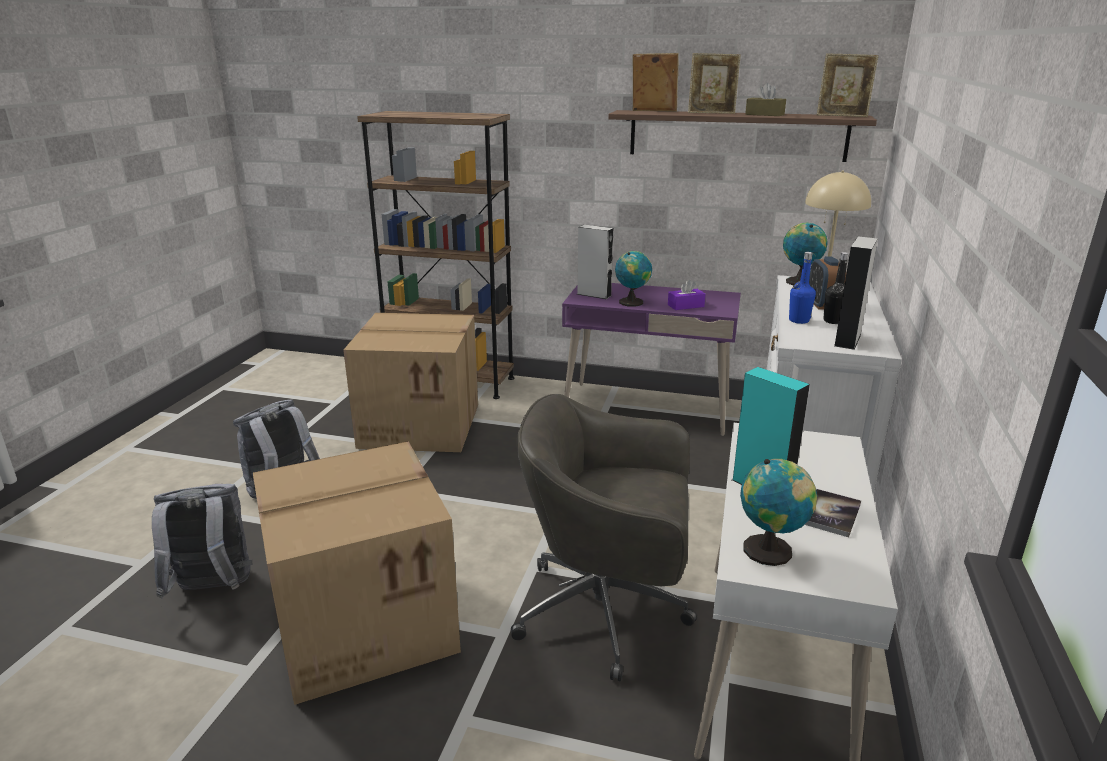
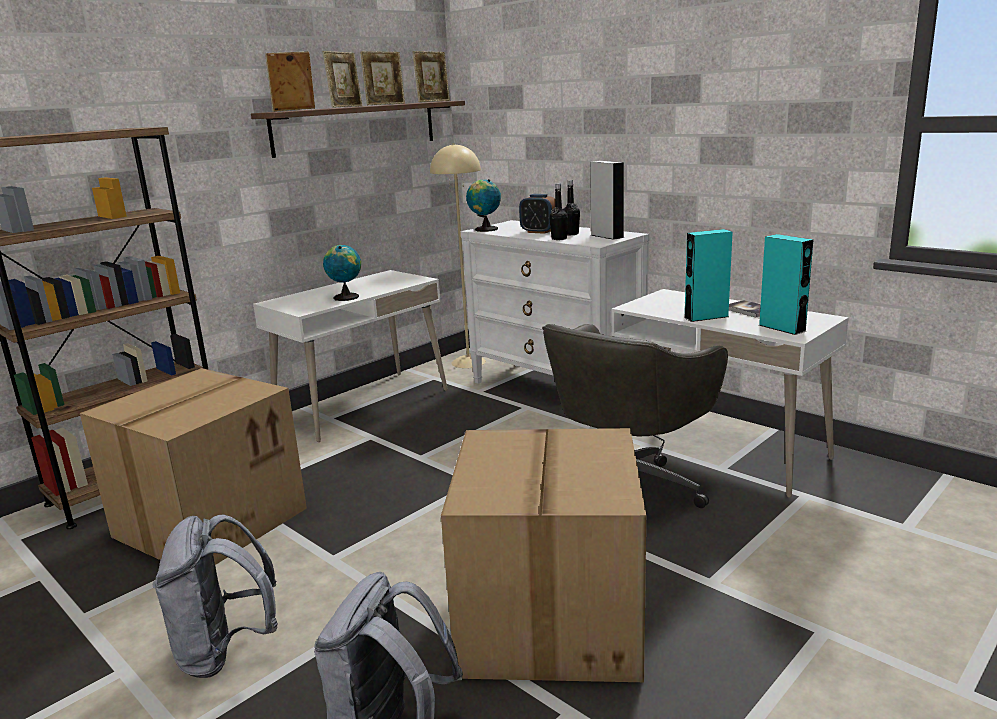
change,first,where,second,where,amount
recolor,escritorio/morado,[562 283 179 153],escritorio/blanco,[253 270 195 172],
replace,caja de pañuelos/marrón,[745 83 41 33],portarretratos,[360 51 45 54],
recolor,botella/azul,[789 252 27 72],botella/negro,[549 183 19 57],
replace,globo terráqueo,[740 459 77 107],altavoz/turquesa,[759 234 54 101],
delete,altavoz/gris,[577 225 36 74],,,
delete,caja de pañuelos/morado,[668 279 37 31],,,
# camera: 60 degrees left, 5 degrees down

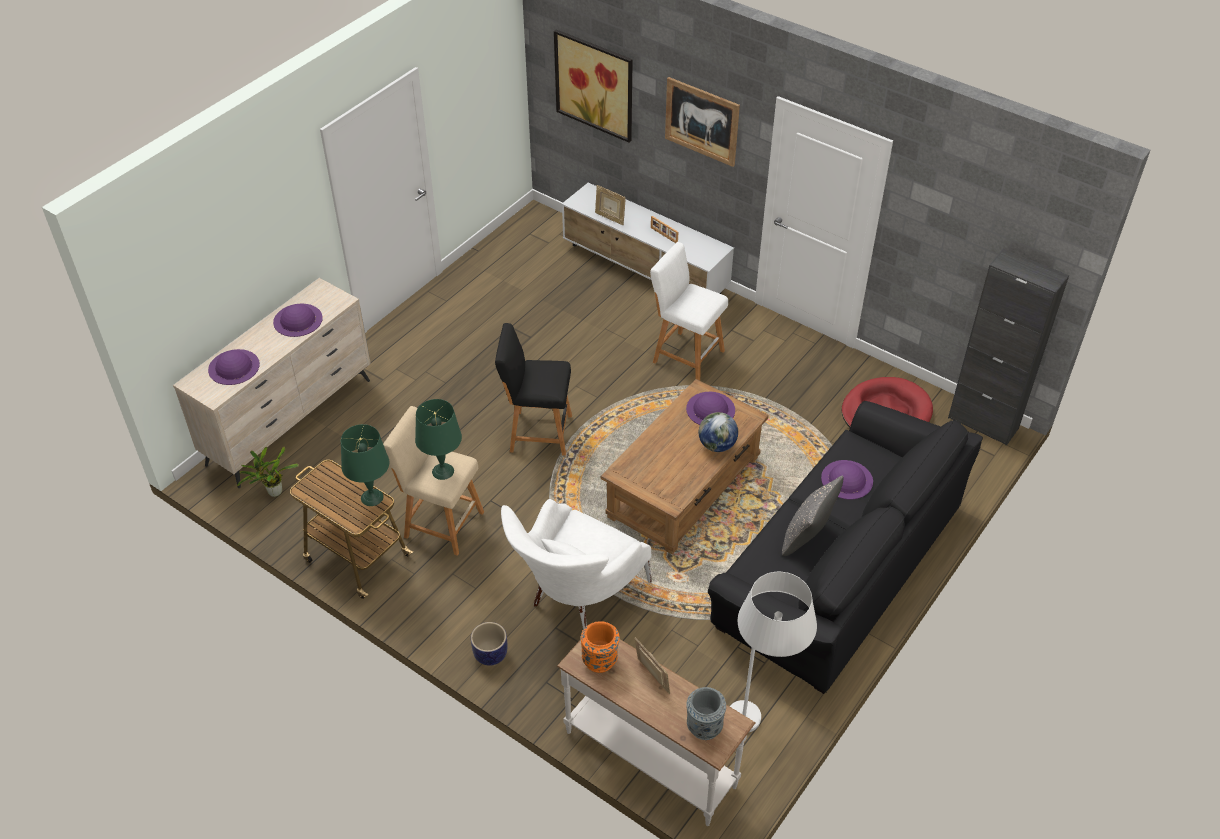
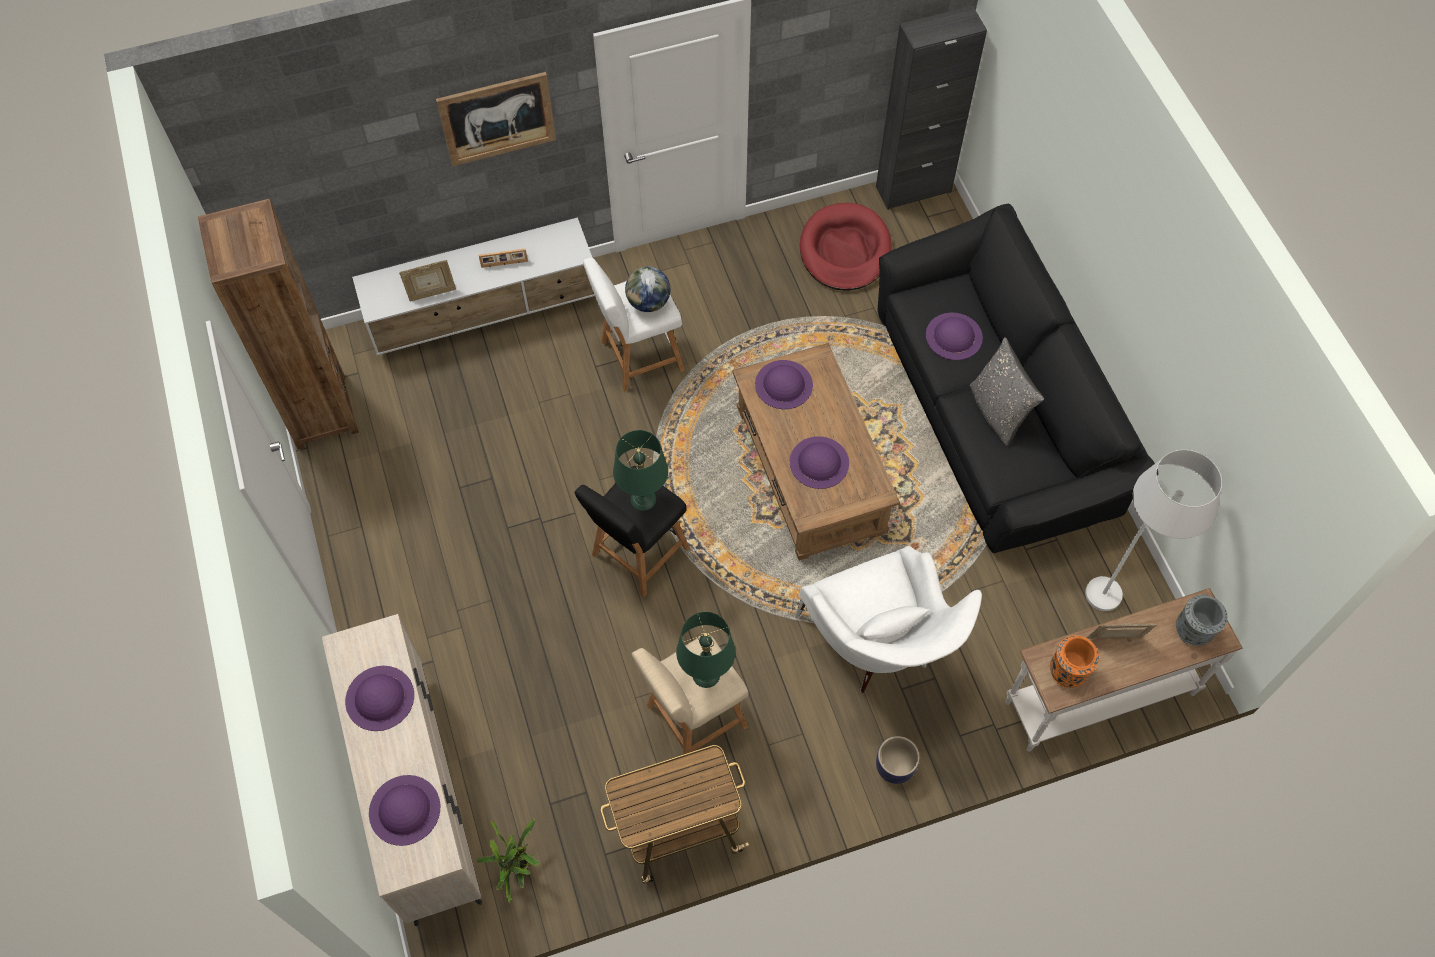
change,first,where,second,where,amount
insert,,,estantería/marrón,[198 199 161 250],
move,lámpara de mesa/verde,[341 424 48 82],,[613 430 55 81],
move,globo terráqueo,[699 412 39 40],,[625 266 45 46],
insert,,,sombrero/morado,[790 436 59 53],
delete,cuadro,[554 29 79 113],,,
# camera: 55 degrees left, 15 degrees up

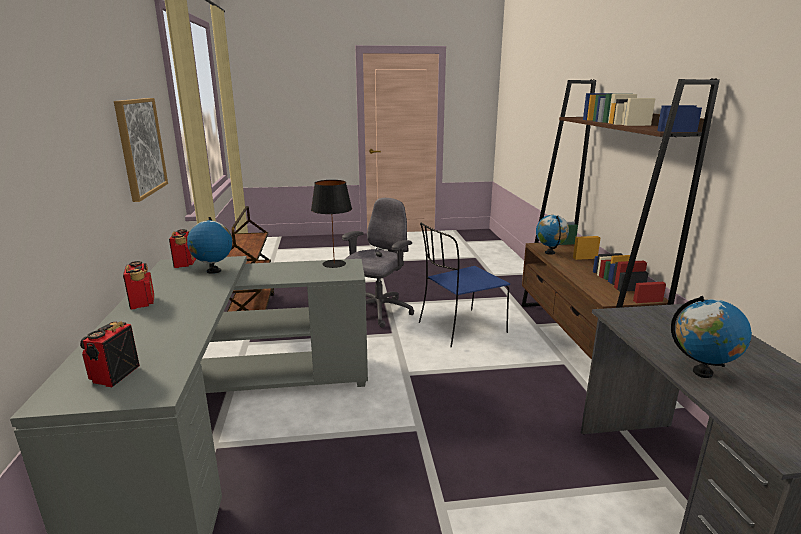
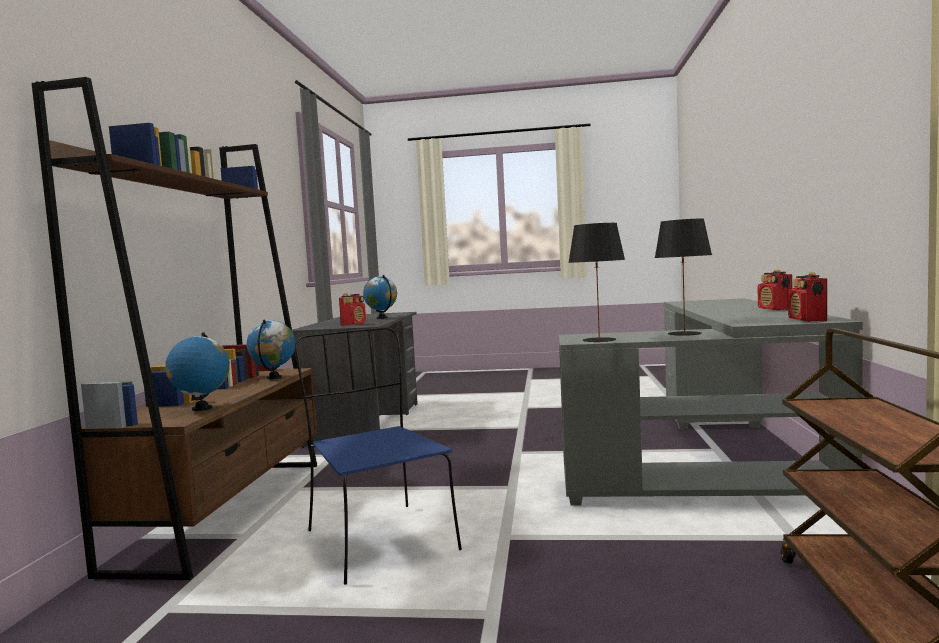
change,first,where,second,where,amount
move,globo terráqueo,[187 217 46 57],,[247 319 49 60],
rotate,silla/azul,[419 223 91 124],,[295 327 167 258],105 degrees counterclockwise
move,radio,[80 321 60 66],,[339 293 27 33],
insert,,,lámpara de mesa/negro,[655 219 57 117],
delete,cuadro,[114 98 54 104],,,
delete,silla de oficina/gris,[342 198 72 130],,,
# camera: 165 degrees left, 15 degrees down

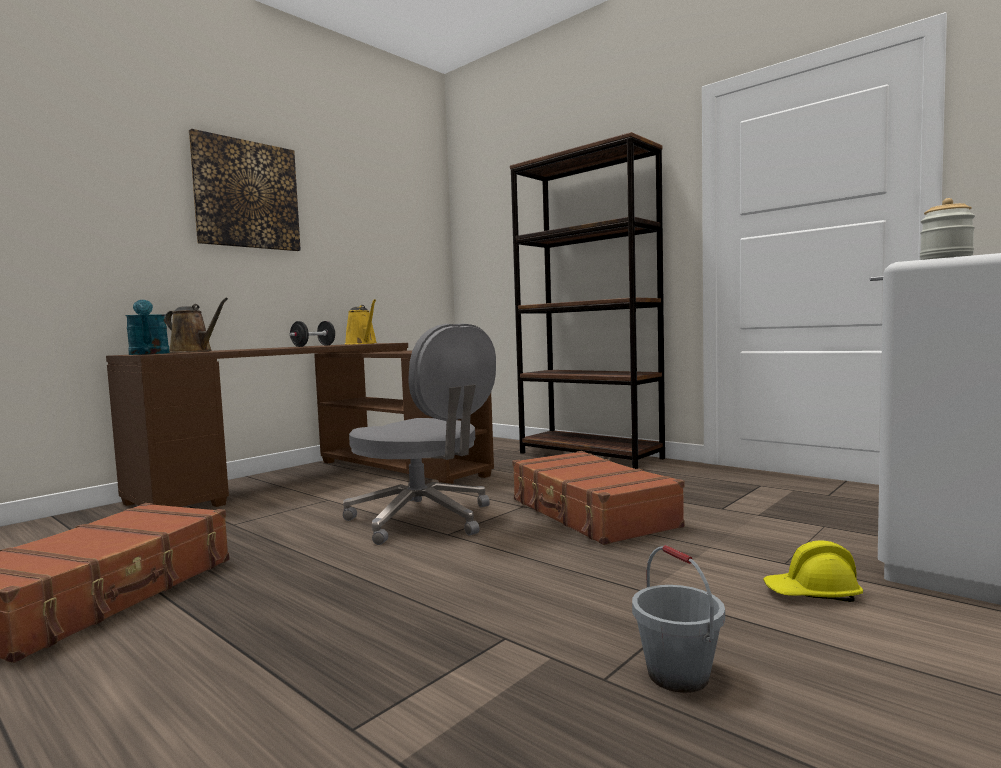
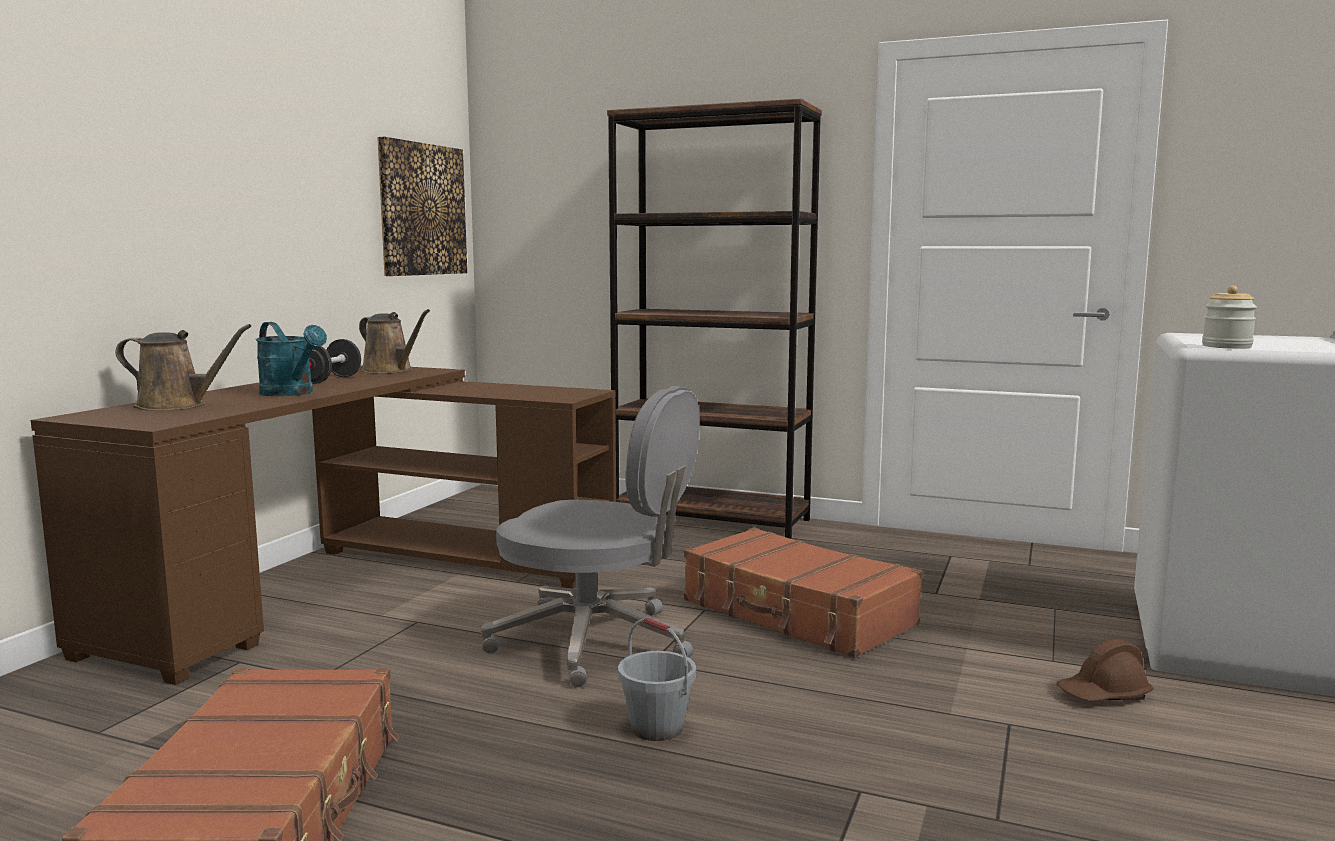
change,first,where,second,where,amount
move,regadera/turquesa,[125 300 45 55],,[255 322 72 74],
recolor,regadera/amarillo,[345 299 32 45],regadera/marrón,[359 309 71 65],
move,cuadro,[189 129 112 122],,[377 137 90 139],
move,cubo/gris,[632 545 93 148],,[618 617 78 124],
recolor,casco/amarillo,[763 540 100 62],casco/marrón,[1057 639 97 62],
# camera: 20 degrees left, 5 degrees up

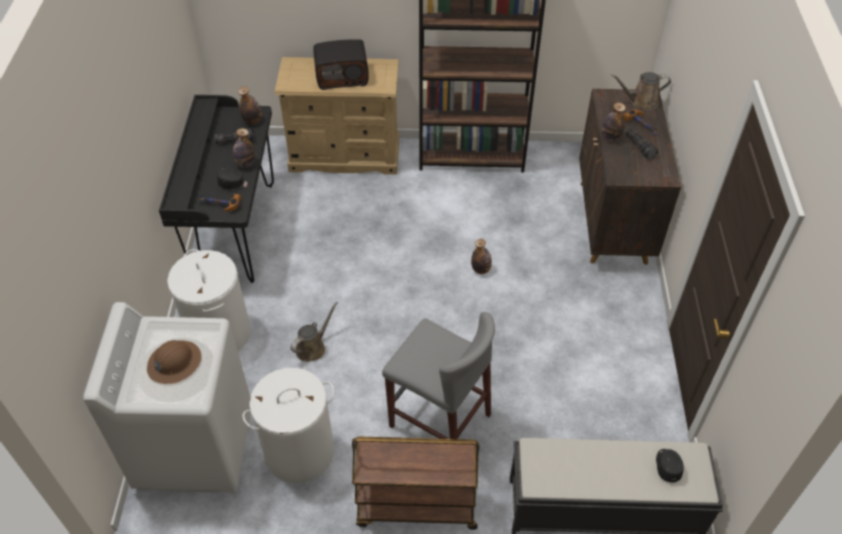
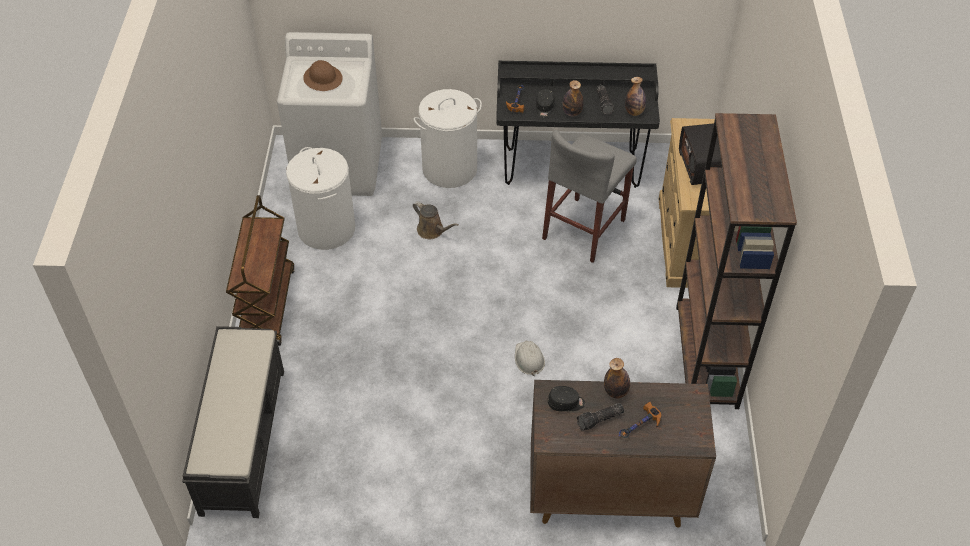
change,first,where,second,where,amount
replace,botella,[471 239 21 35],casco/blanco,[515 341 30 35],
move,taburete/gris,[382 312 113 127],,[542 130 95 133],
move,gorra/negro,[656 449 28 34],,[548 386 37 25],
delete,regadera/marrón,[611 72 60 38],,,
# camera: 90 degrees right, 0 degrees up

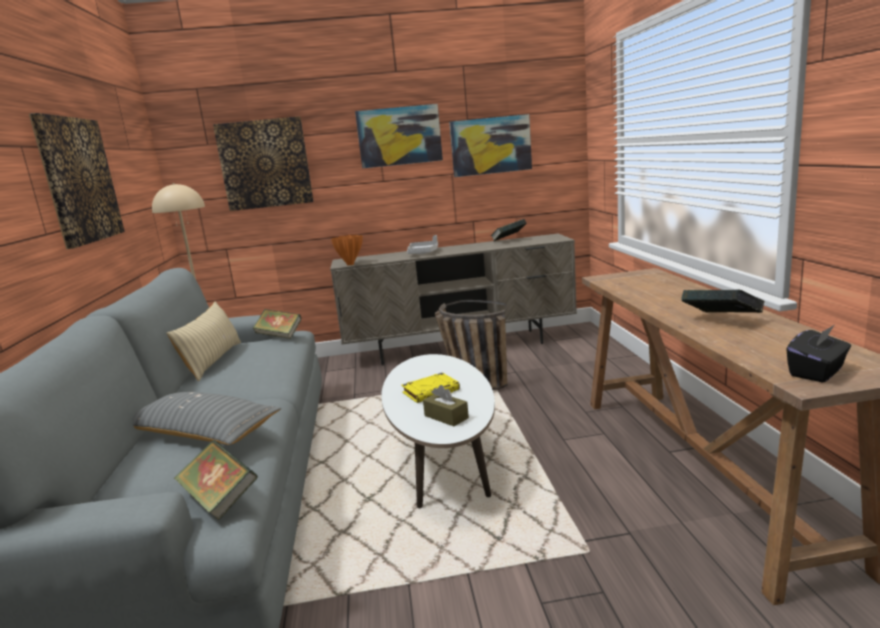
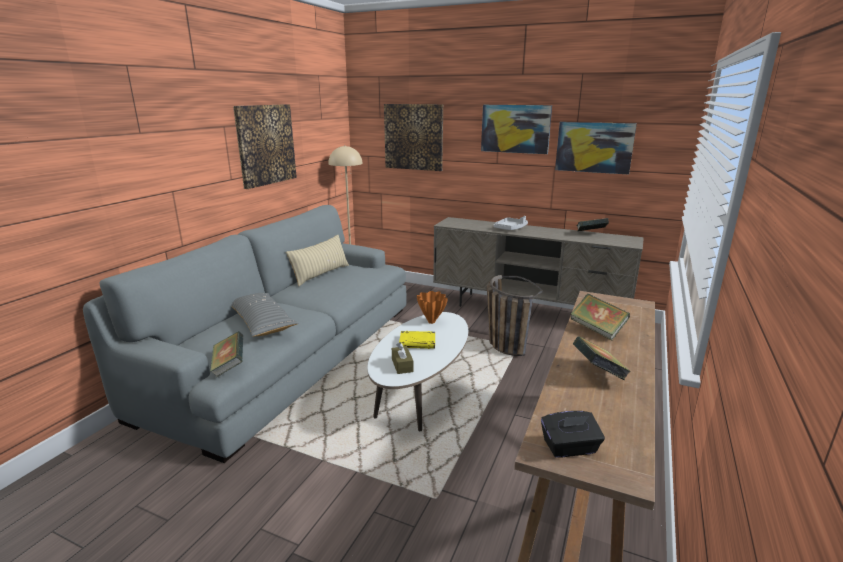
change,first,where,second,where,amount
move,florero/naranja,[331 235 32 30],,[417 291 31 33],
move,libro,[253 309 49 30],,[570 294 60 46],
# camera: 30 degrees right, 5 degrees up

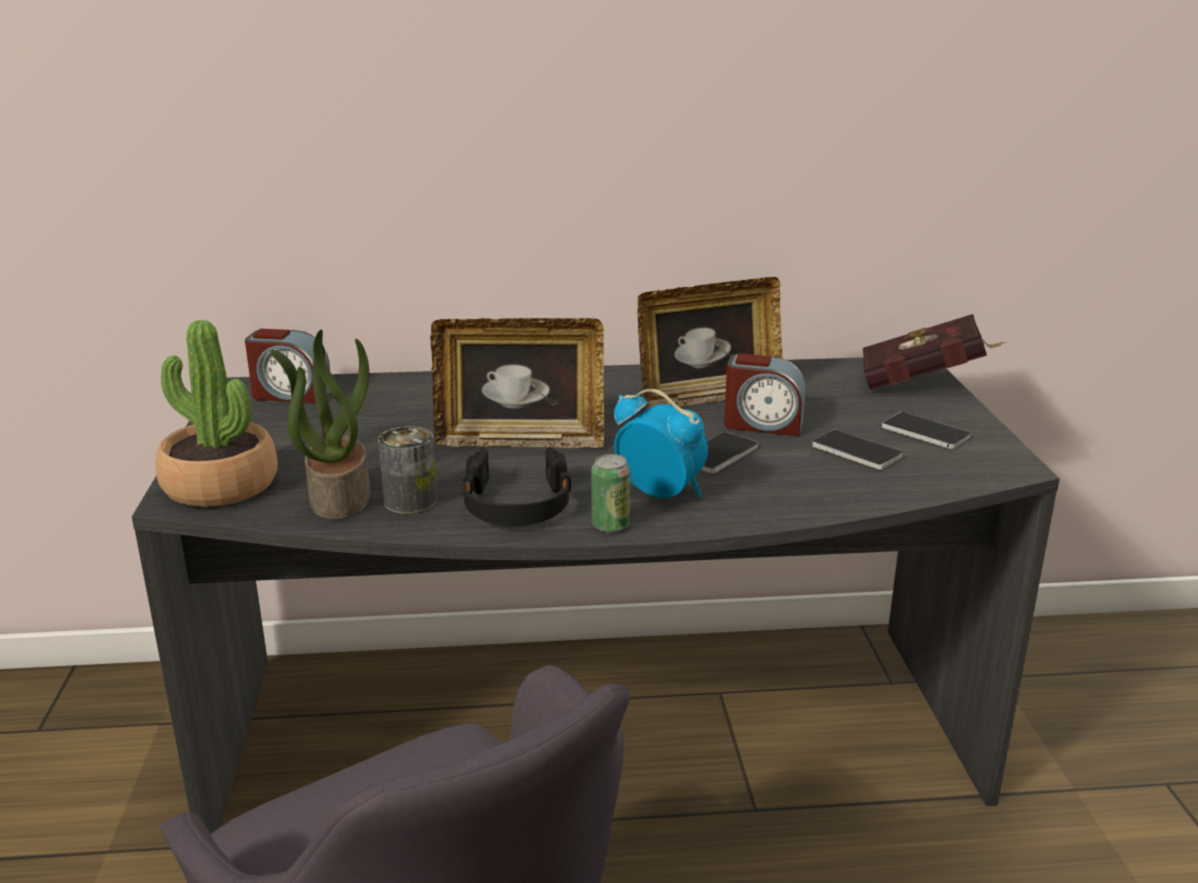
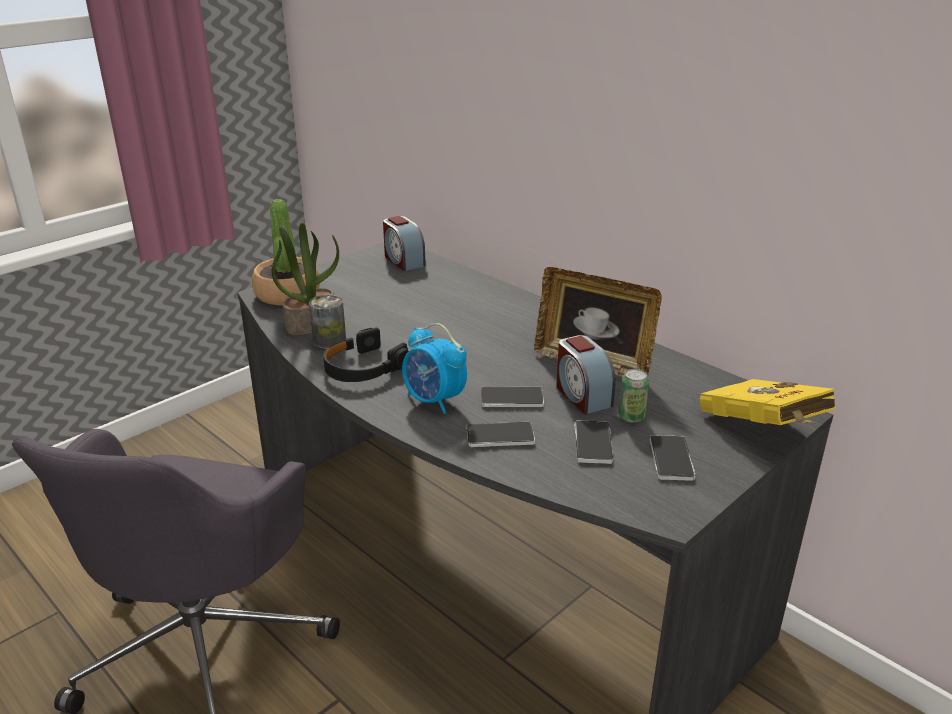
change,first,where,second,where,amount
rotate,despertador,[614 389 94 109],,[402 323 65 91],135 degrees clockwise
insert,,,móvil,[466 422 69 25],
move,lata,[591 454 39 79],,[619 369 30 54],
recolor,libro/rojo,[863 314 143 76],libro/amarillo,[700 379 136 46],
delete,portarretratos,[430 318 175 130],,,
# camera: 50 degrees right, 5 degrees up

